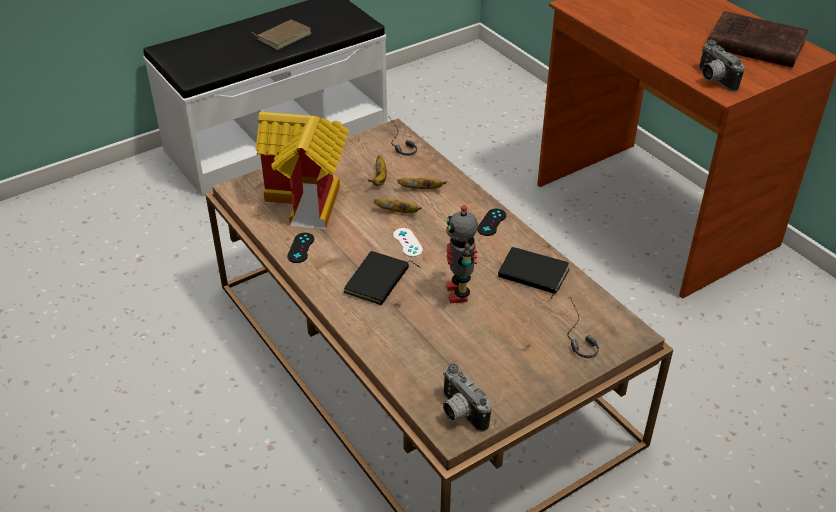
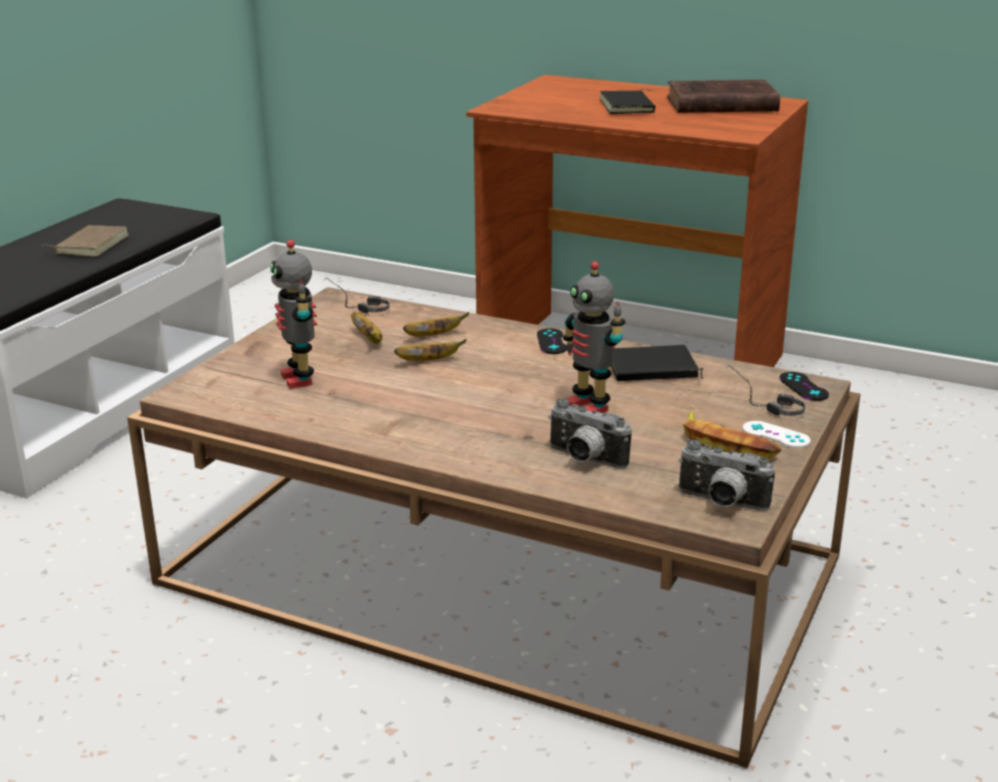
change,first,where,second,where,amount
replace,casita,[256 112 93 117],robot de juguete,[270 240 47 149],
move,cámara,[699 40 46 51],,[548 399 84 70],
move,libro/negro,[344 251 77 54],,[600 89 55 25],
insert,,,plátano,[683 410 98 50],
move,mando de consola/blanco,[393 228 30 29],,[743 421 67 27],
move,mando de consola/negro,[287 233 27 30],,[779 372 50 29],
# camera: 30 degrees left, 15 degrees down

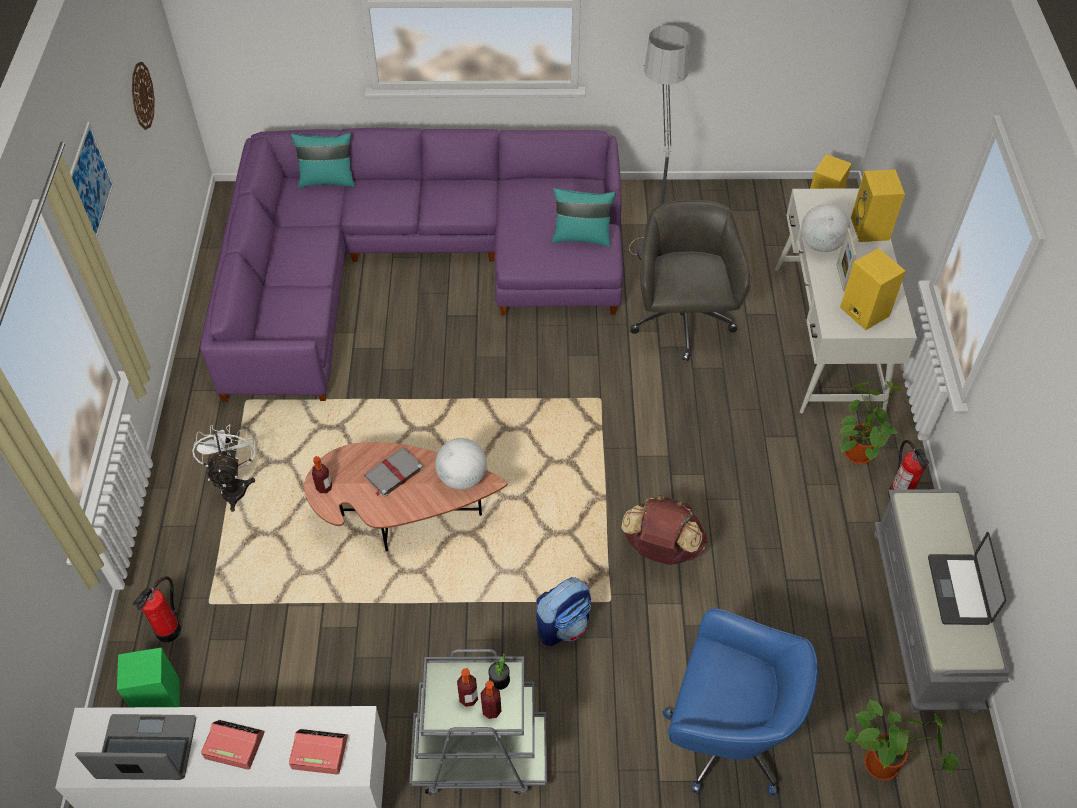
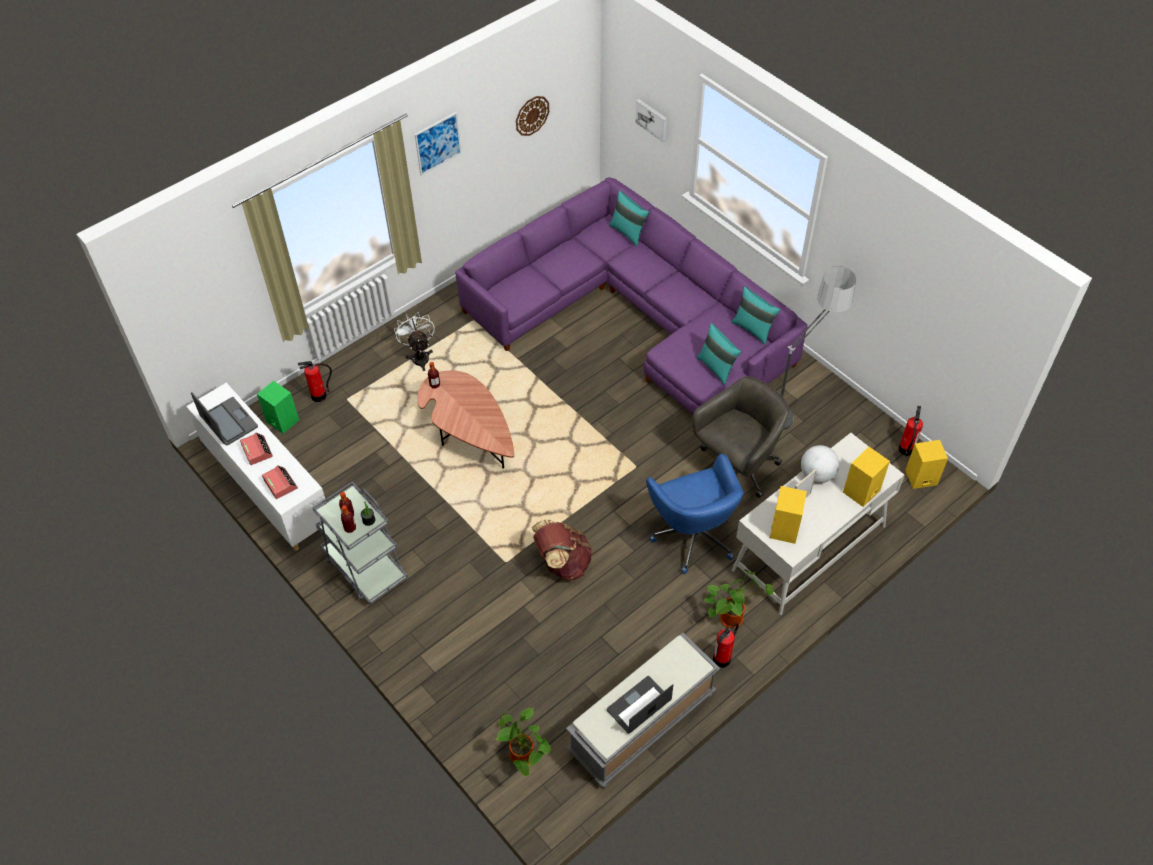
change,first,where,second,where,amount
rotate,ventilador/blanco,[192 424 64 88],,[394 312 41 59],60 degrees counterclockwise
insert,,,cuadro,[636 99 31 43],
move,silla de oficina/azul,[663 608 155 188],,[646 454 97 120],
insert,,,cojín/turquesa,[731 286 50 59],
insert,,,extintor,[898 406 25 51],
delete,libro/gris,[364 447 59 50],,,
delete,globo terráqueo,[435 438 52 52],,,
delete,mochila,[536 577 55 69],,,
# camera: 50 degrees right, 0 degrees up

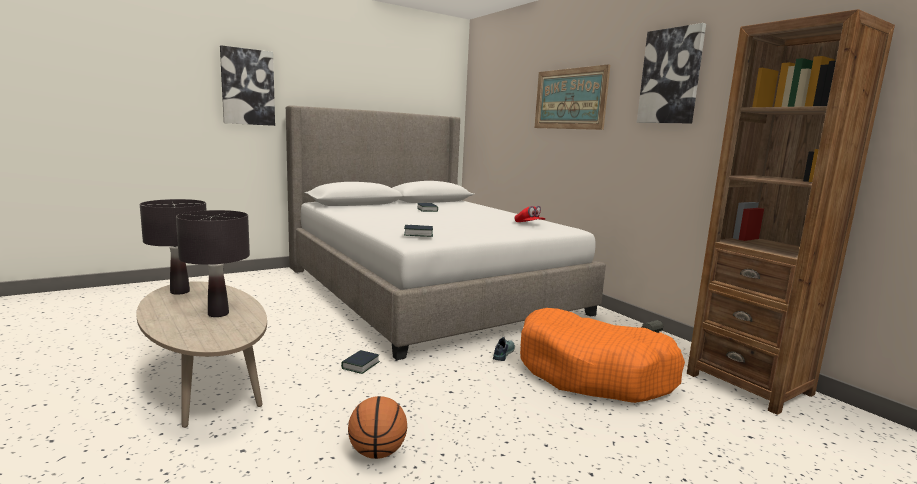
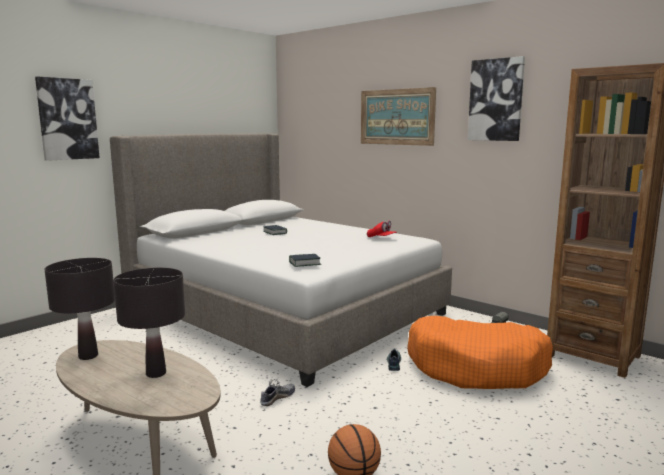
change,first,where,second,where,amount
replace,libro,[341 350 39 24],zapato,[260 379 35 27],
# camera: 15 degrees left, 0 degrees up

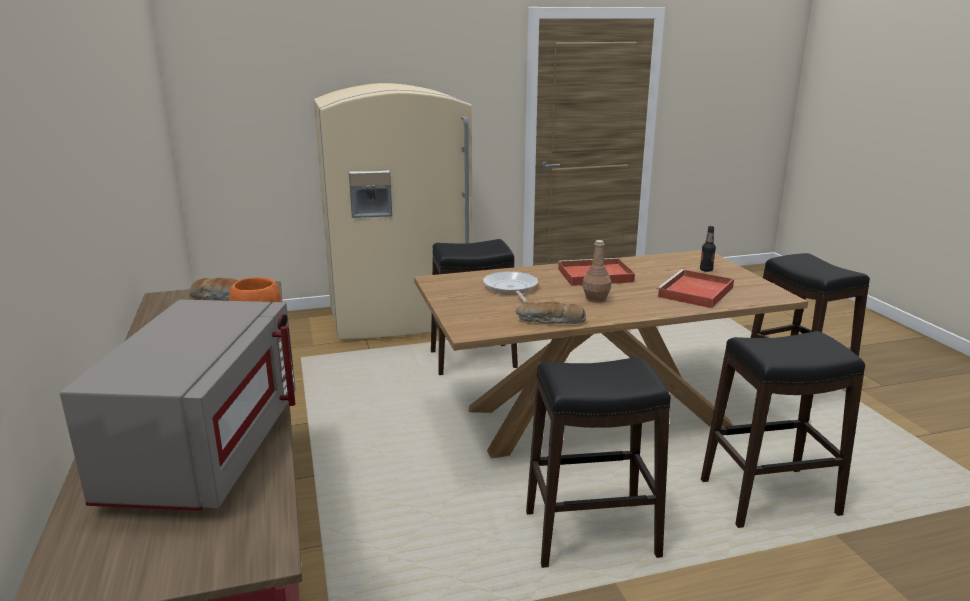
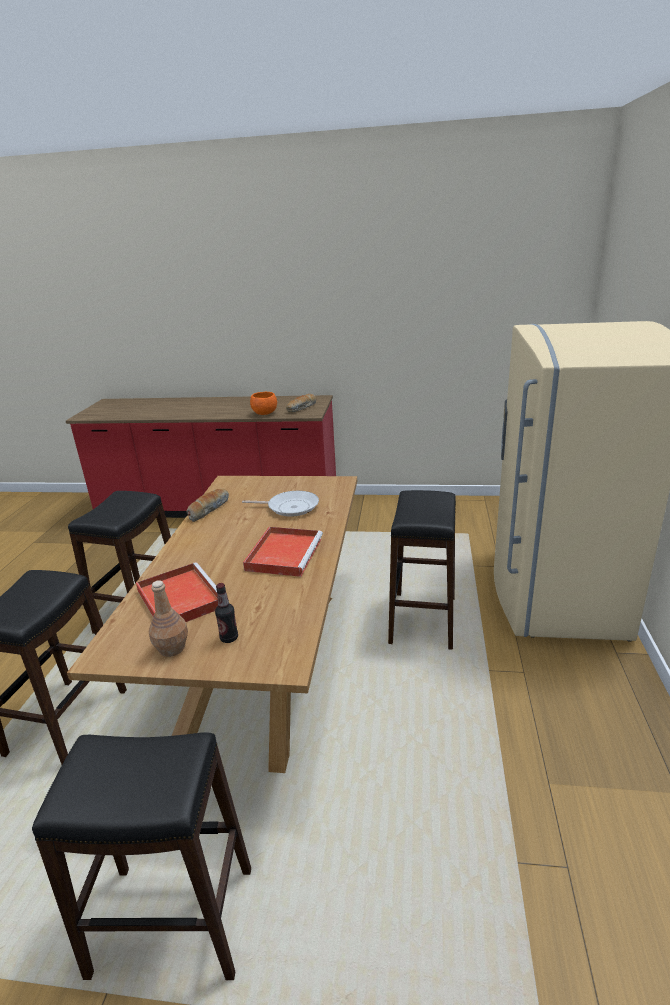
change,first,where,second,where,amount
move,botella/marrón,[582 240 29 63],,[149 580 39 77],
delete,microondas/gris,[60 300 236 211],,,
# camera: 115 degrees right, 5 degrees up

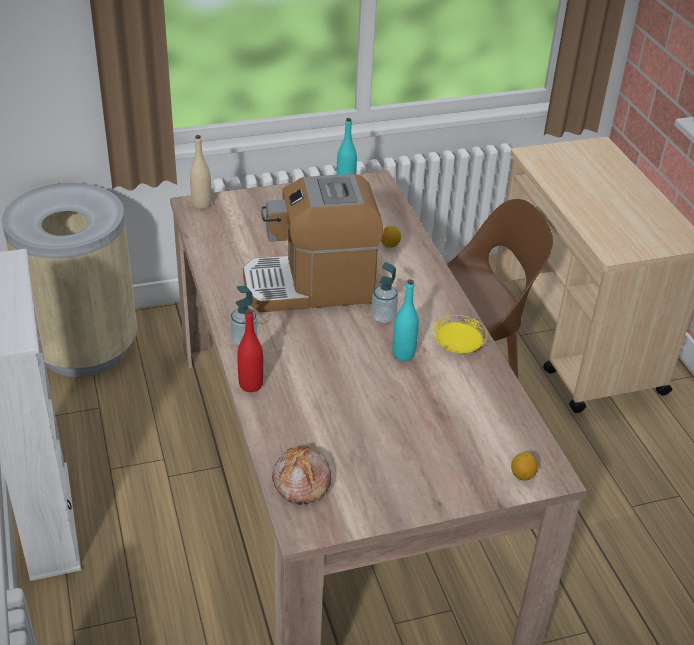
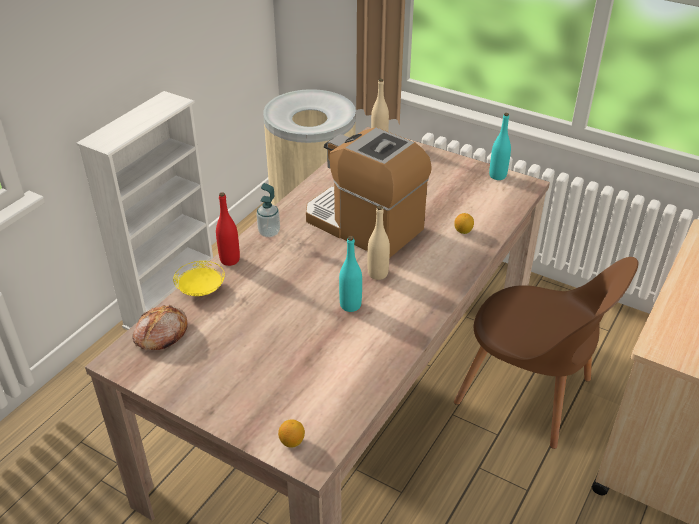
change,first,where,second,where,amount
move,plato/amarillo,[432 315 55 38],,[173 261 52 35],
replace,dispensador de jabón,[371 262 27 61],botella/beis,[367 206 23 74],
# camera: 50 degrees right, 0 degrees up

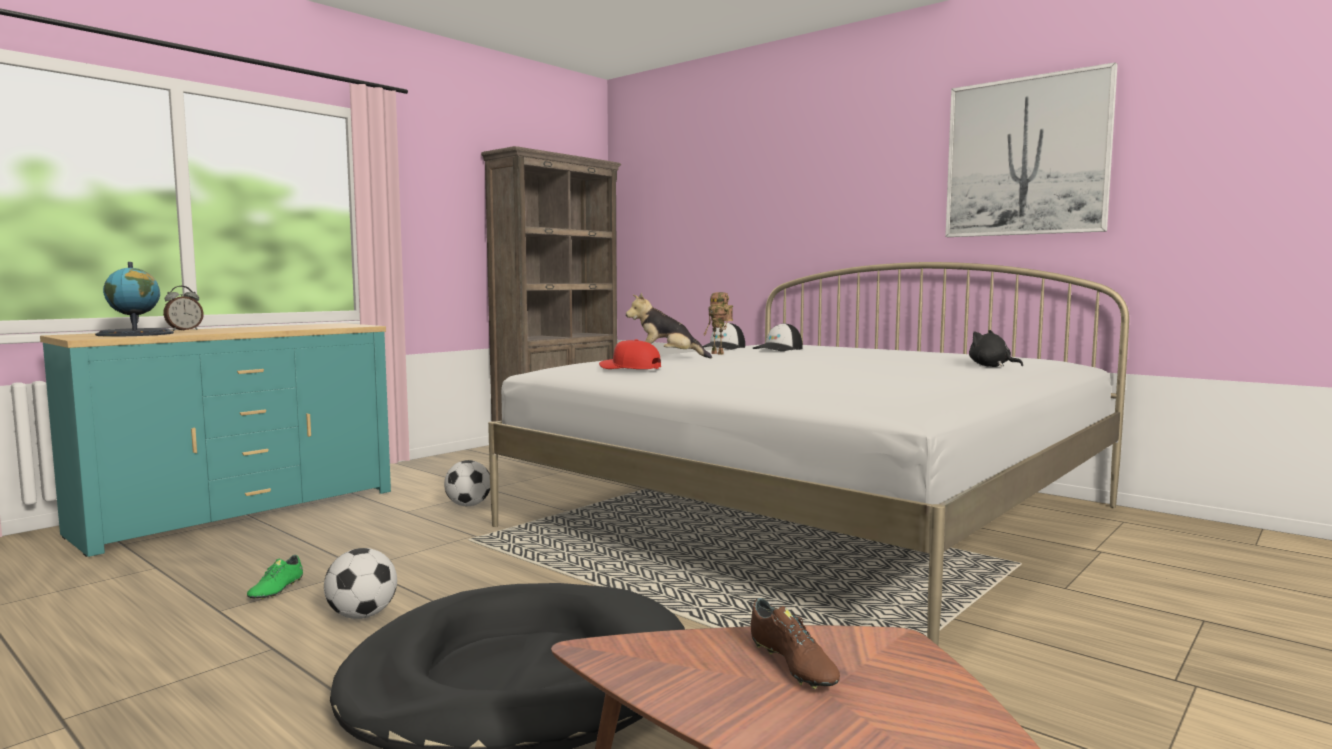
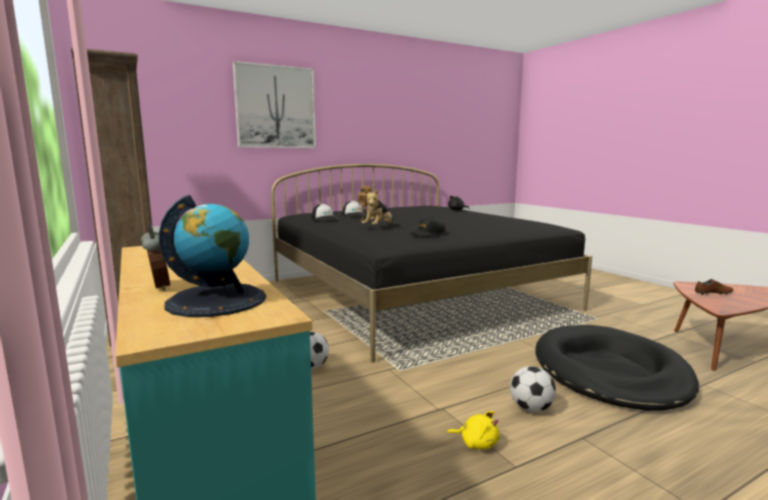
change,first,where,second,where,amount
move,cuadro,[945 62 173 175],,[233 61 83 87],
recolor,cama/blanco,[488 262 641 384],cama/negro,[271 164 321 199],
recolor,gorra/rojo,[599 339 62 30],gorra/negro,[411 217 35 20],
replace,zapato/verde,[247 555 56 45],peluche/amarillo,[447 411 53 38],
# camera: 70 degrees left, 5 degrees up

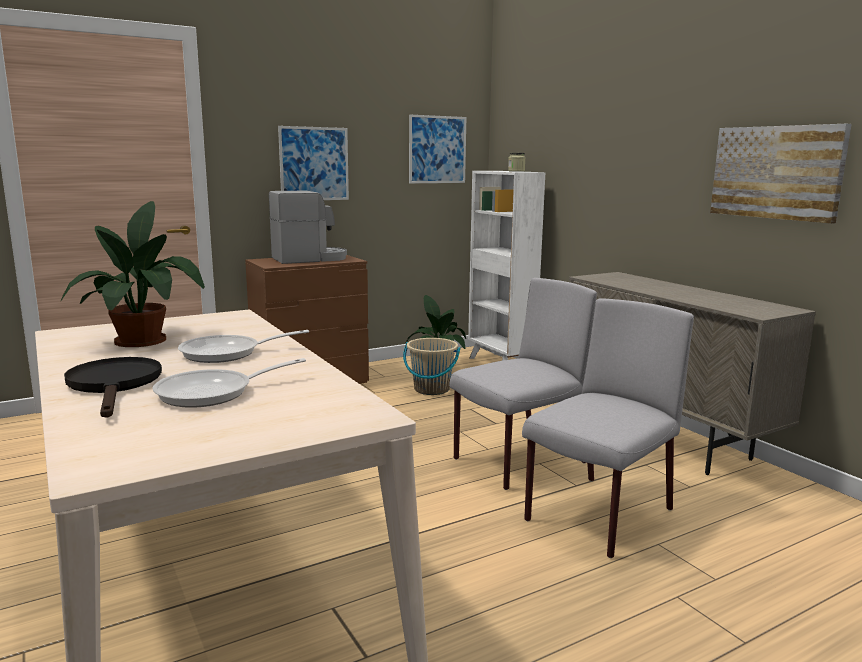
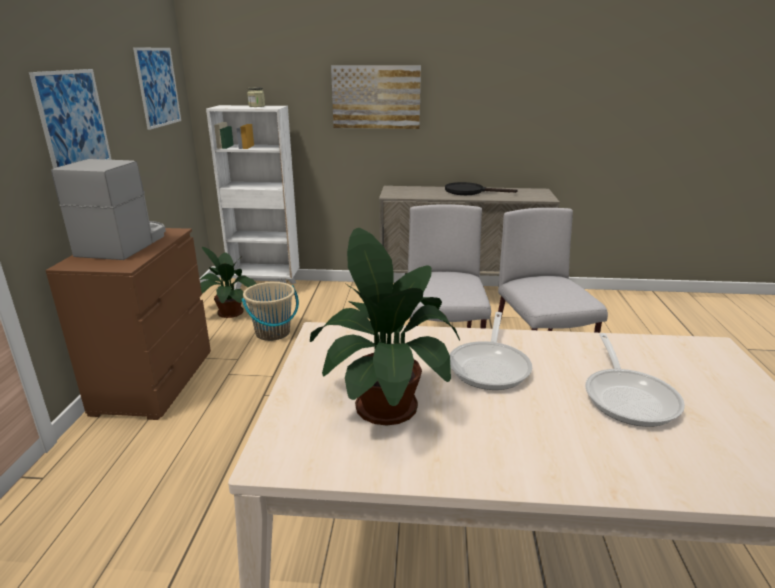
change,first,where,second,where,amount
move,cuadro,[710 124 142 100],,[331 65 90 64],
move,sartén/negro,[64 357 98 61],,[445 182 73 13],
# camera: 55 degrees left, 10 degrees up

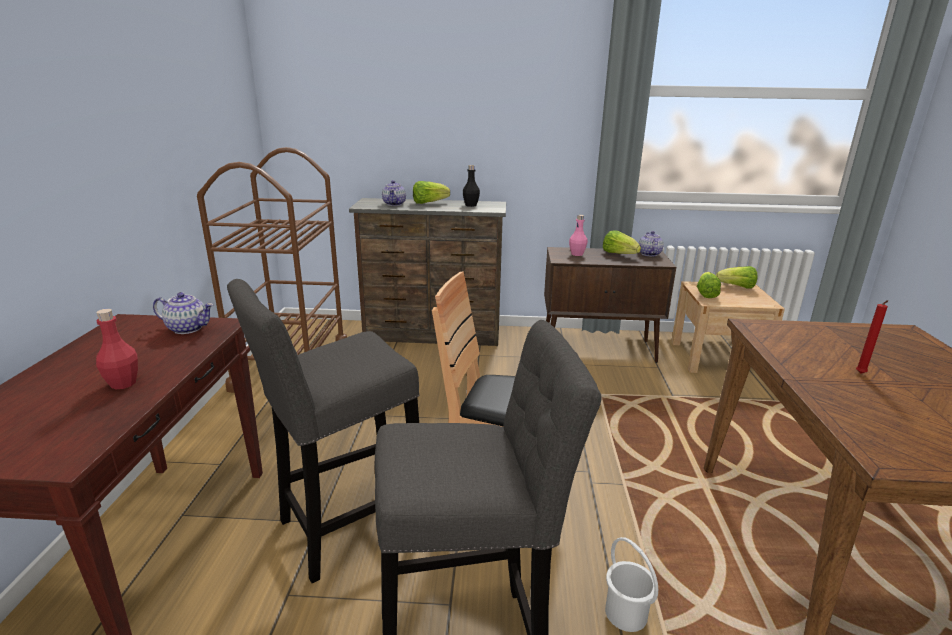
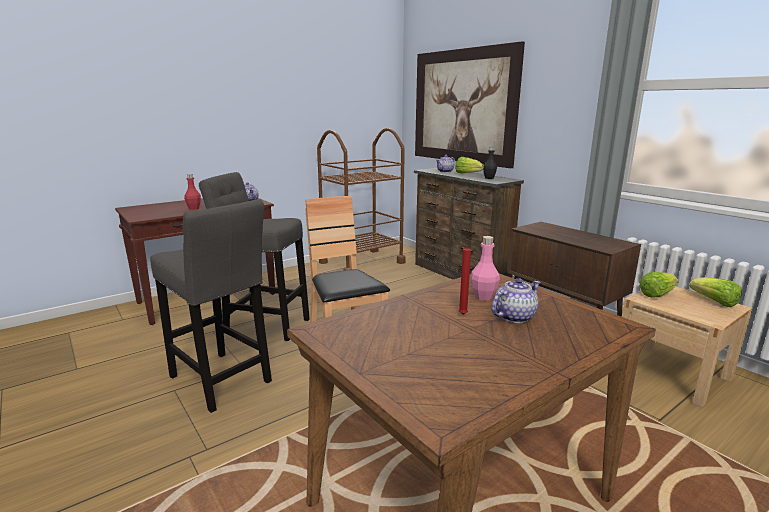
change,first,where,second,where,amount
insert,,,cuadro,[415 41 110 127],
move,botella/rosa,[569 215 19 41],,[471 236 29 65],
move,tetera,[638 231 26 26],,[492 278 48 45],
delete,lechuga,[603 230 38 24],,,
delete,cubo/blanco,[605 537 53 95],,,
# camera: 50 degrees right, 5 degrees down

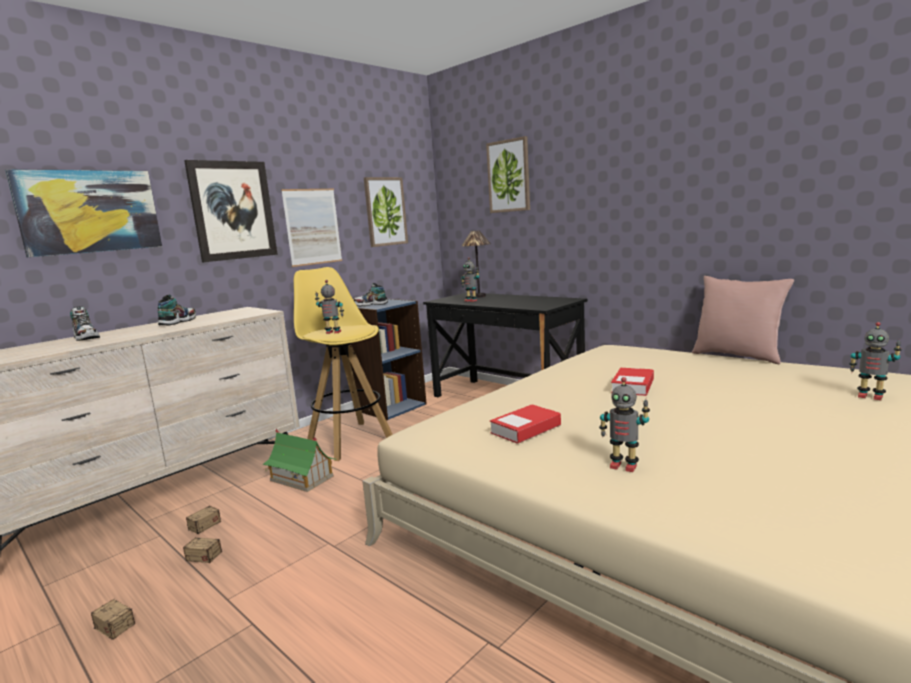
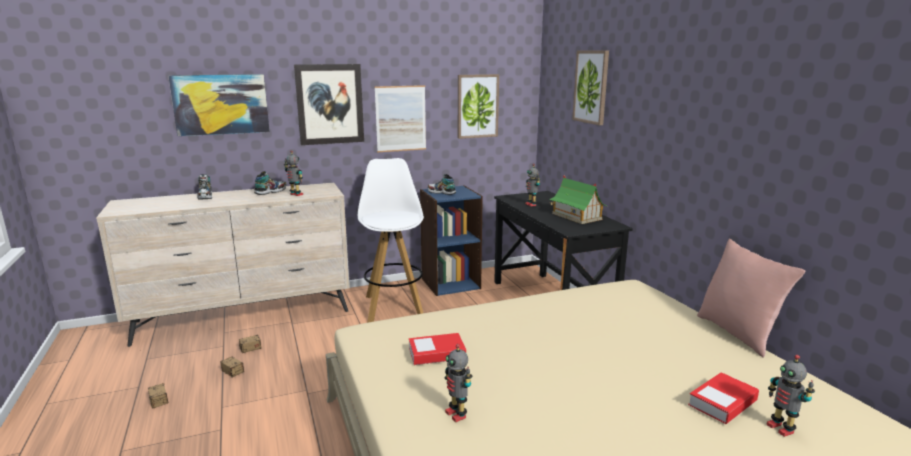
change,first,where,second,where,amount
move,robot de juguete,[315 280 29 54],,[284 150 19 46],
recolor,taburete/amarillo,[294 267 99 194],taburete/blanco,[358 158 66 165],
move,casita,[263 428 74 64],,[549 175 58 49],
move,libro,[611 368 43 28],,[688 372 71 52],
delete,lámpara de mesa,[461 231 30 67],,,
# camera: 25 degrees right, 5 degrees up

